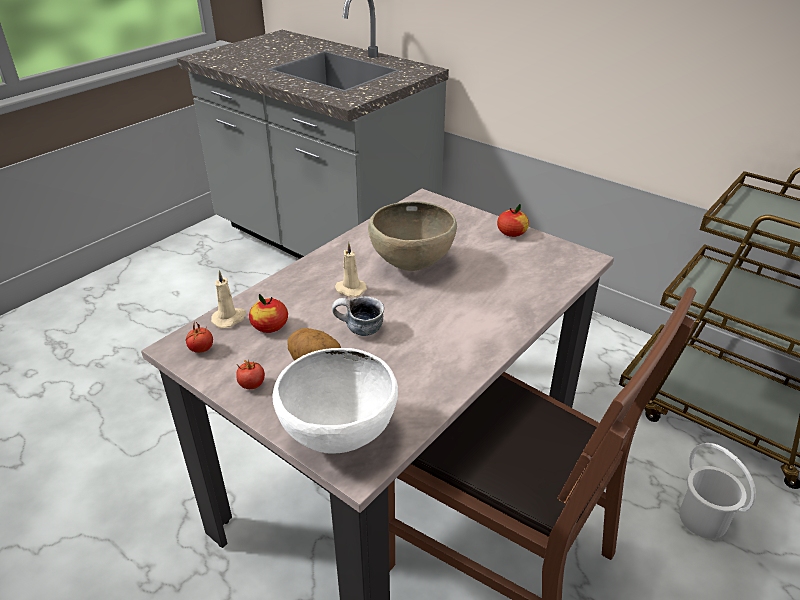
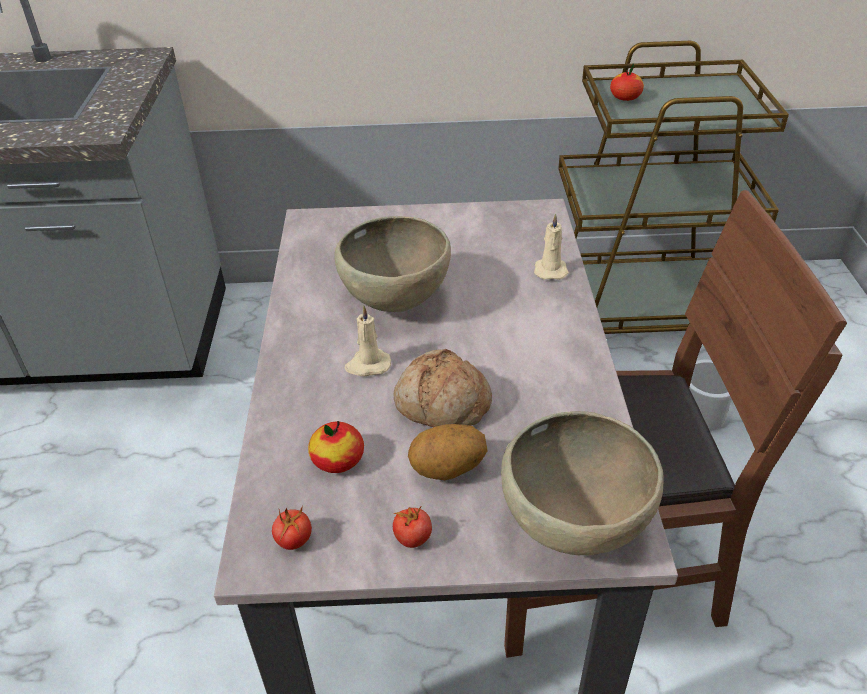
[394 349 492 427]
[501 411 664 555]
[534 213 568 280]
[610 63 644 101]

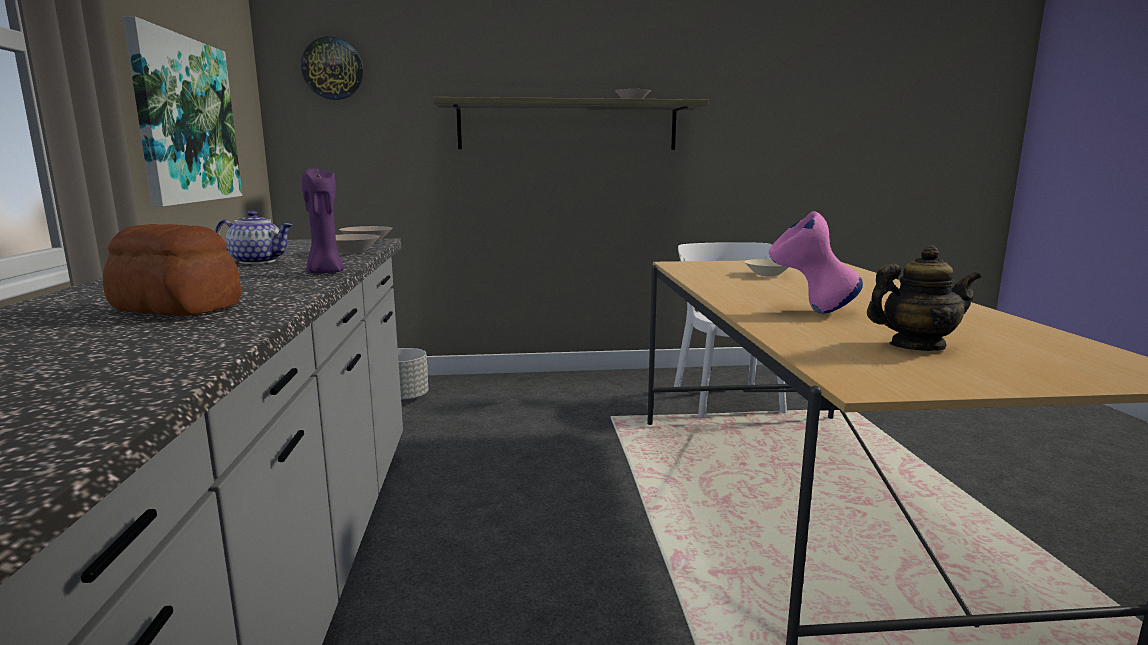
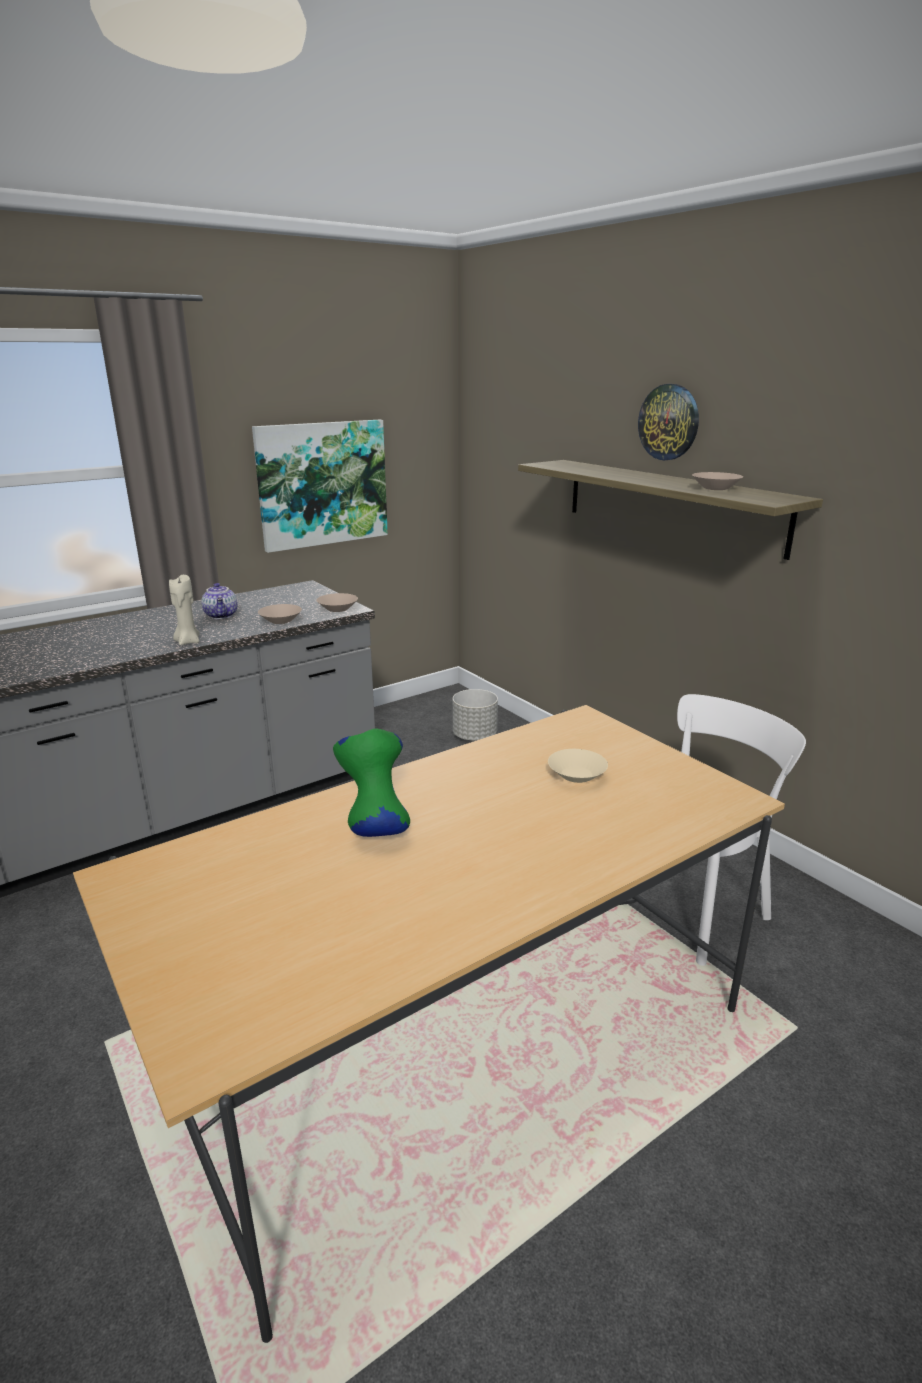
[169 575 199 645]
[333 728 410 837]
[638 384 699 460]
[103 224 241 316] (first image)
[867 245 981 351] (first image)

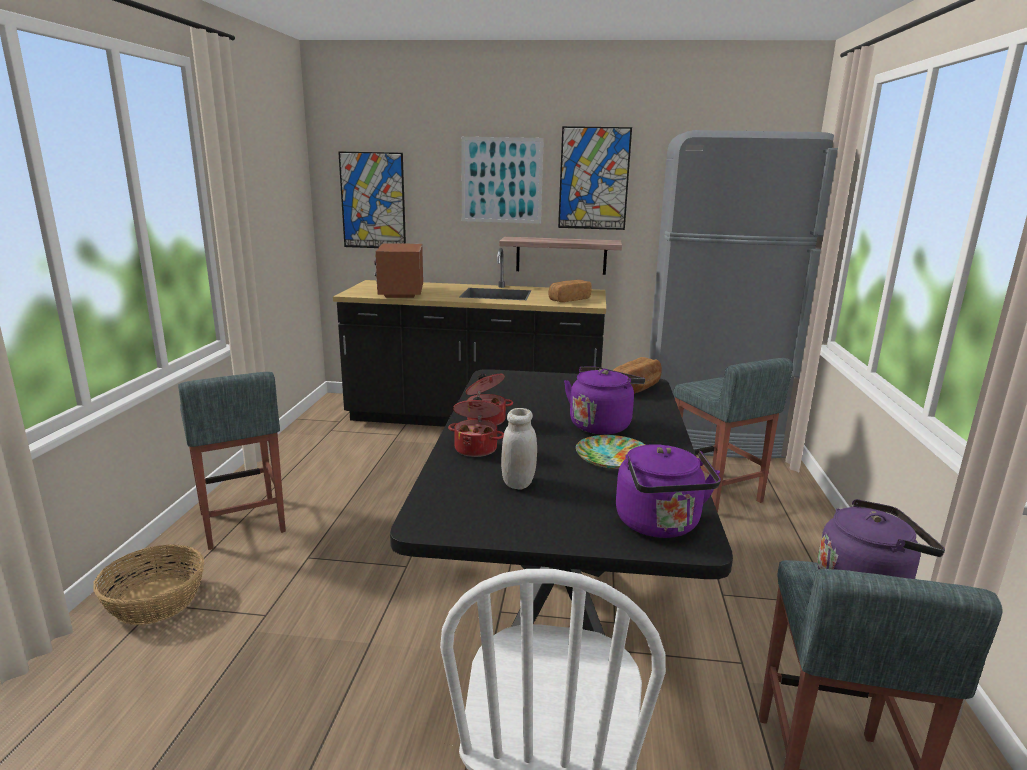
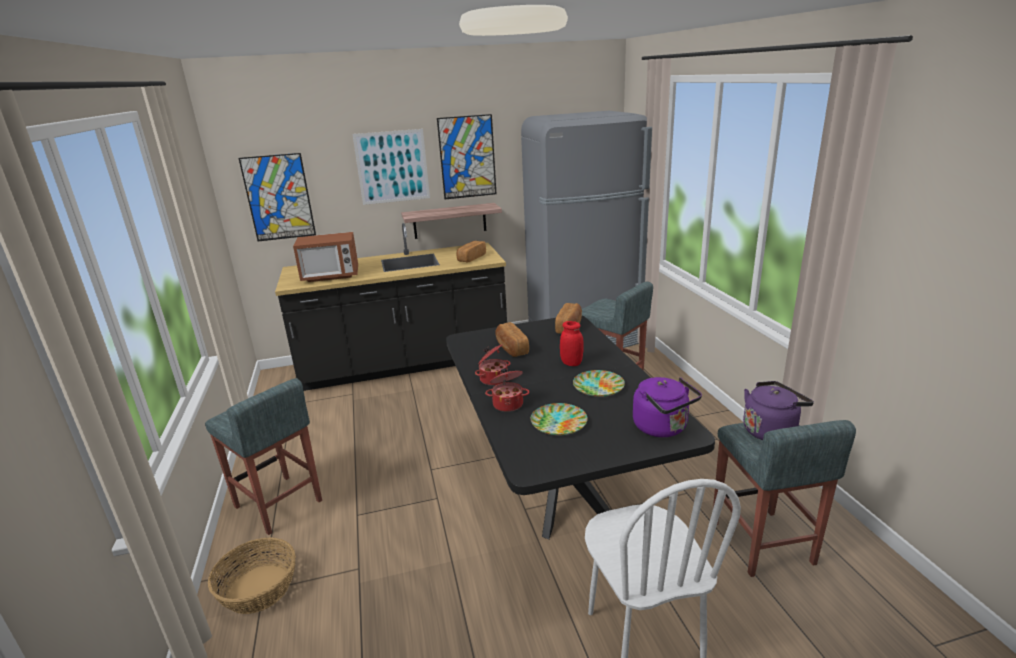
[293 232 358 282]
[495 322 529 357]
[531 403 588 436]
[560 321 583 366]

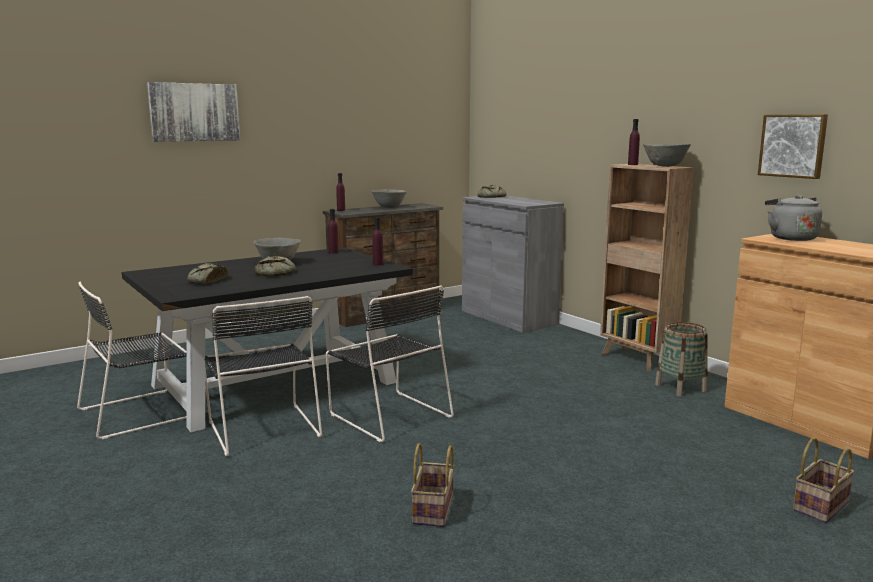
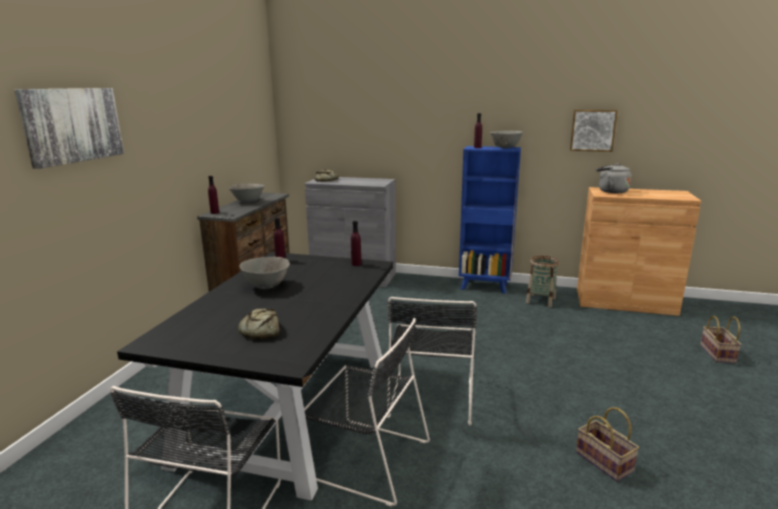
[387 297 477 425]
[459 146 521 294]
[254 256 296 276] (first image)

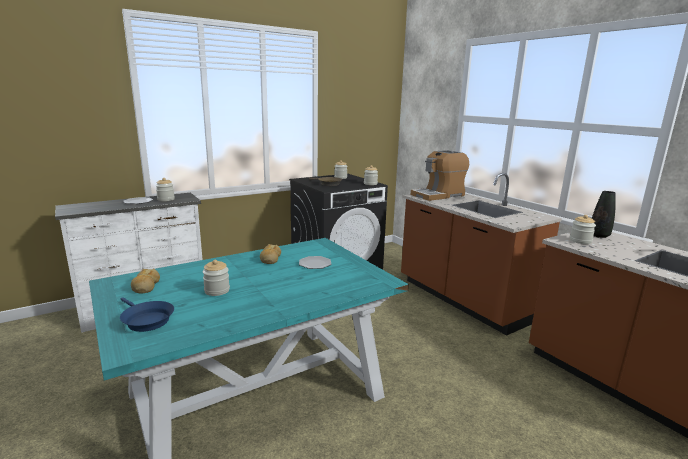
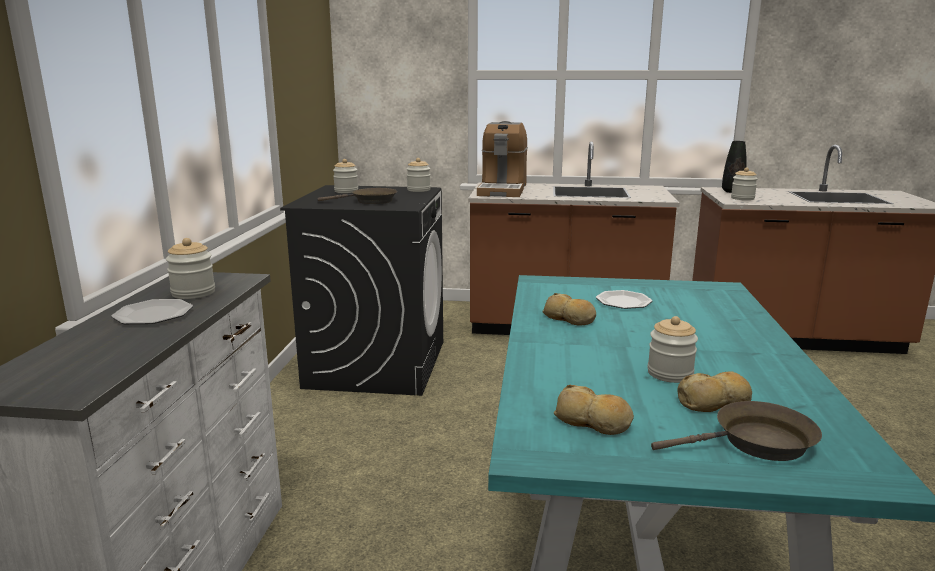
[651 401 822 461]
[677 372 752 412]

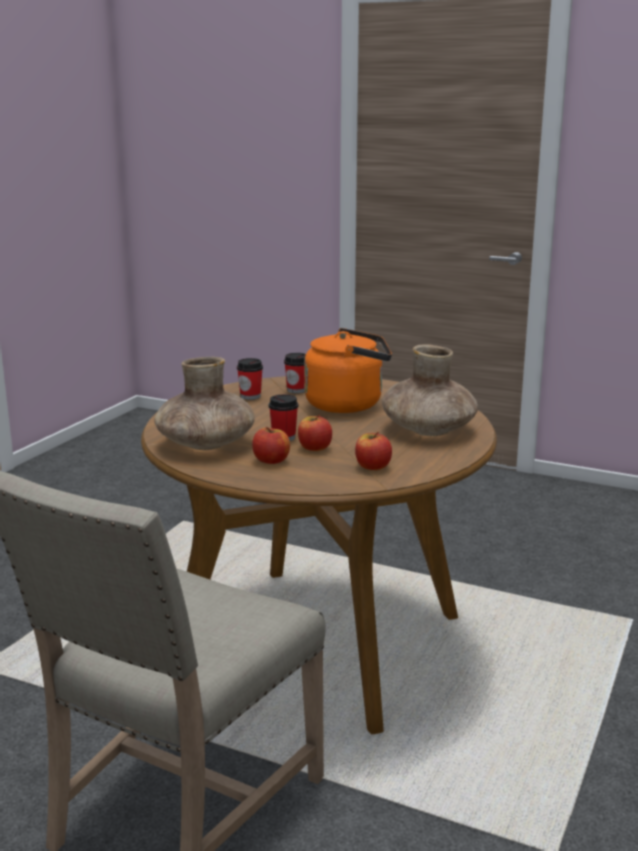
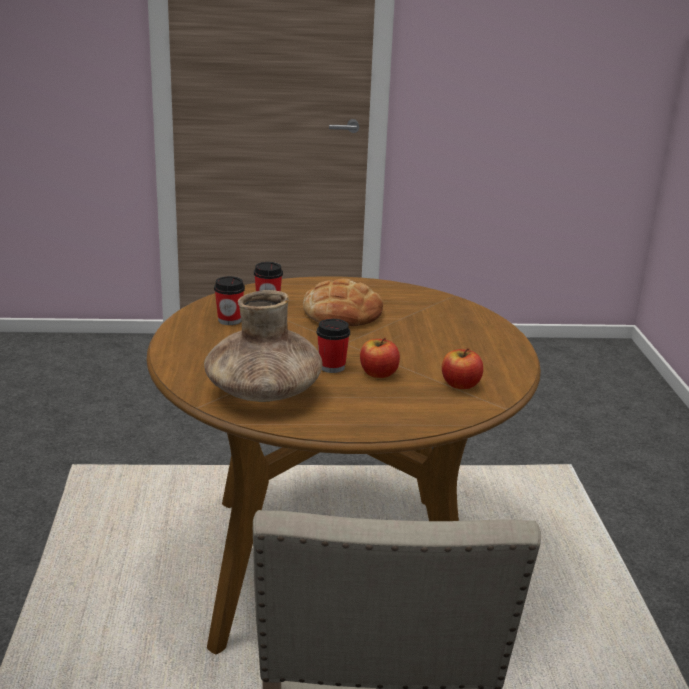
[303 279 383 326]
[252 427 290 464] (first image)
[382 344 478 436] (first image)

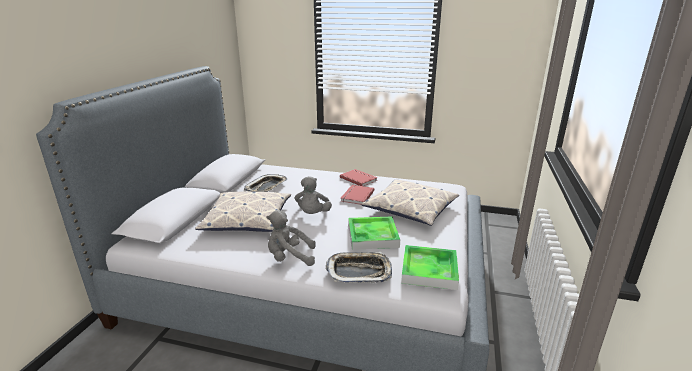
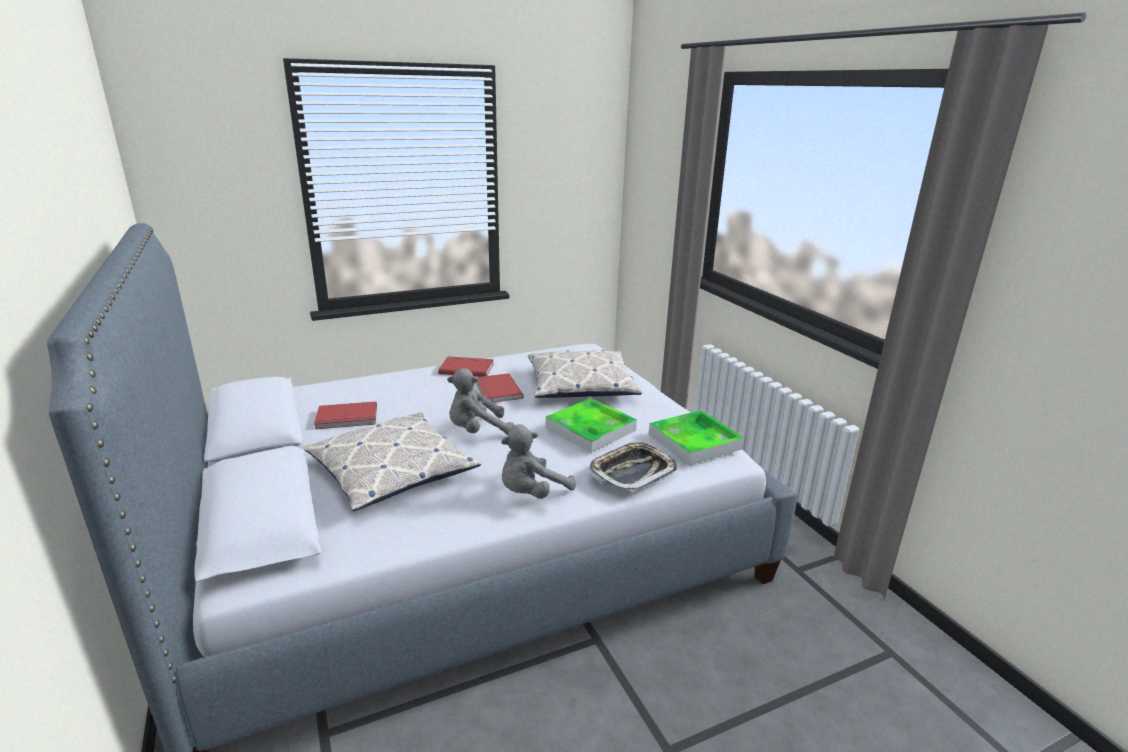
[314 401 377 429]
[447 368 514 435]

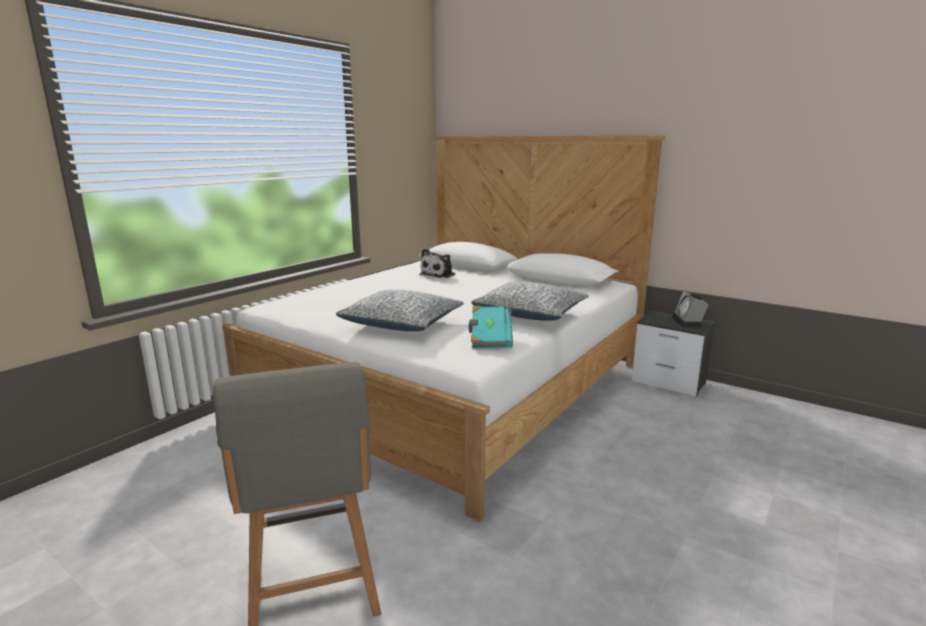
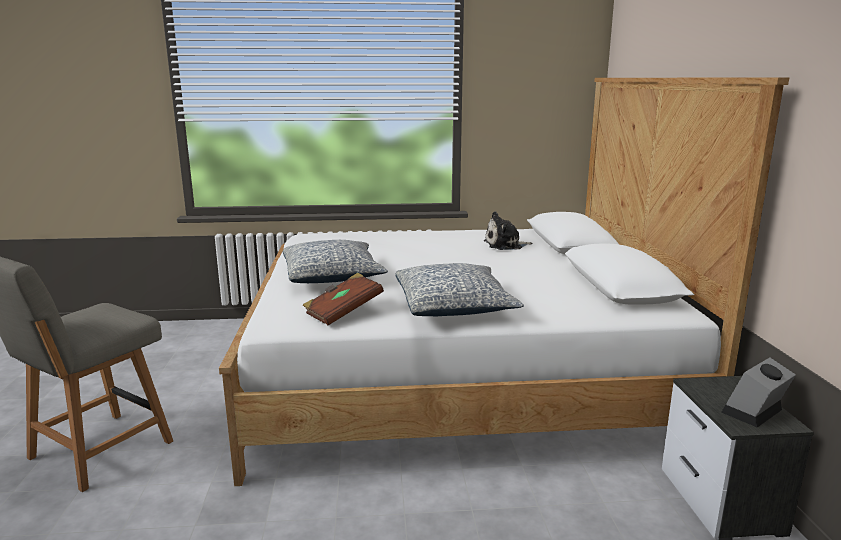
[303 273 384 325]

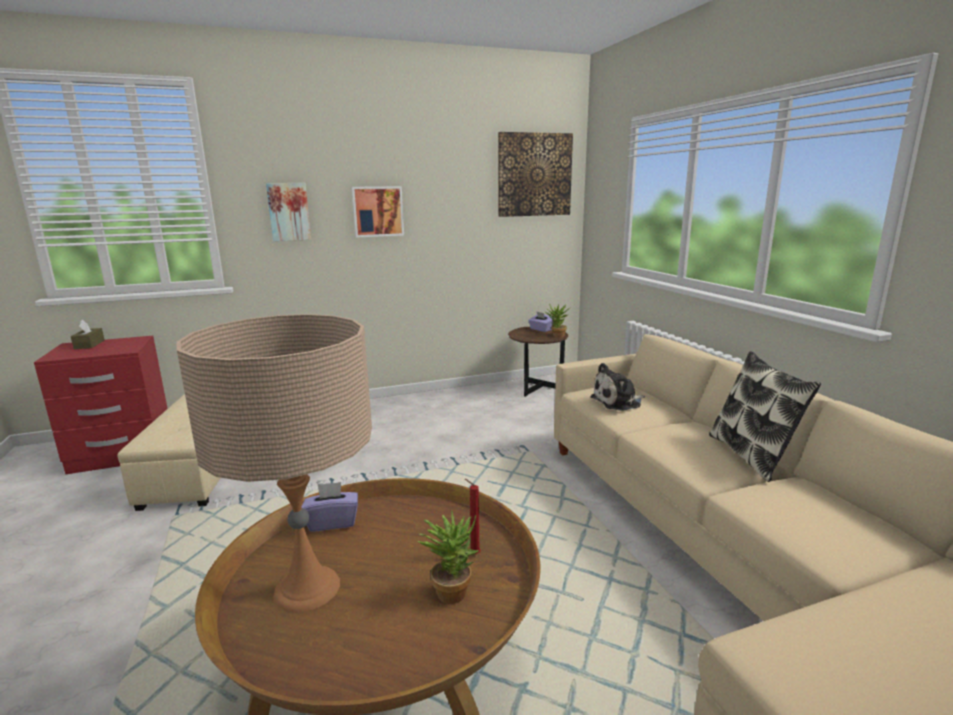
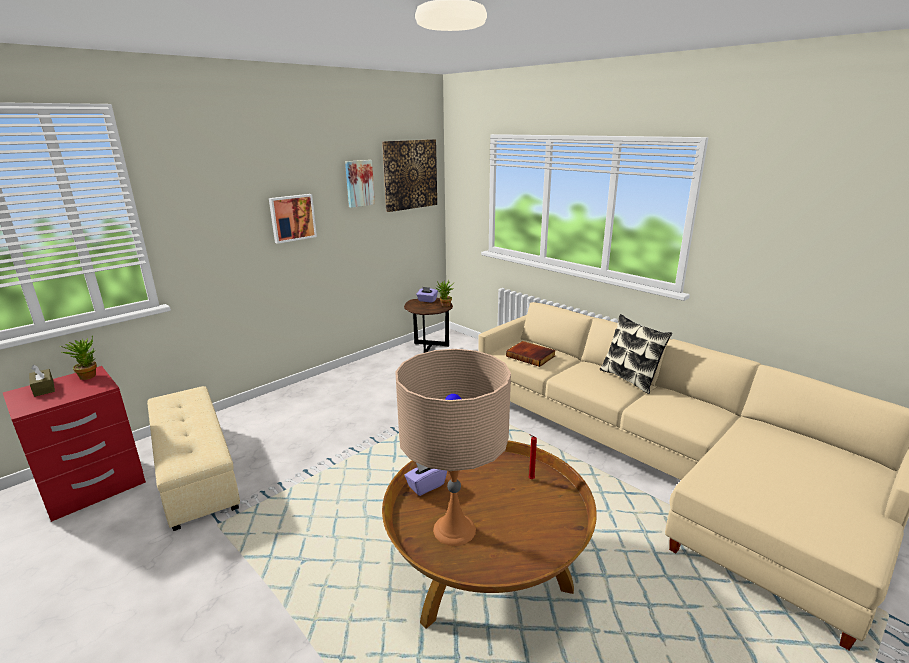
[59 335 97 380]
[345 160 375 208]
[506 341 556 367]

